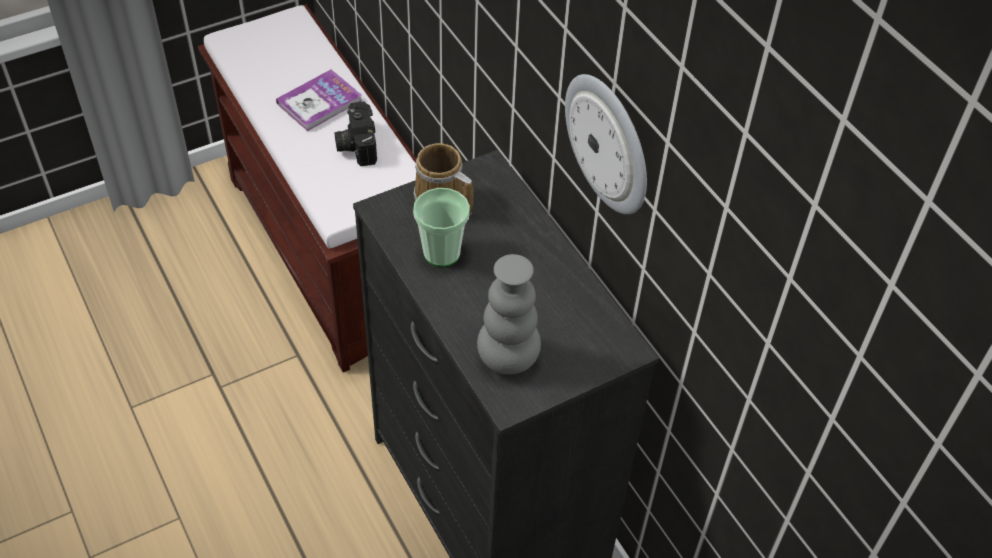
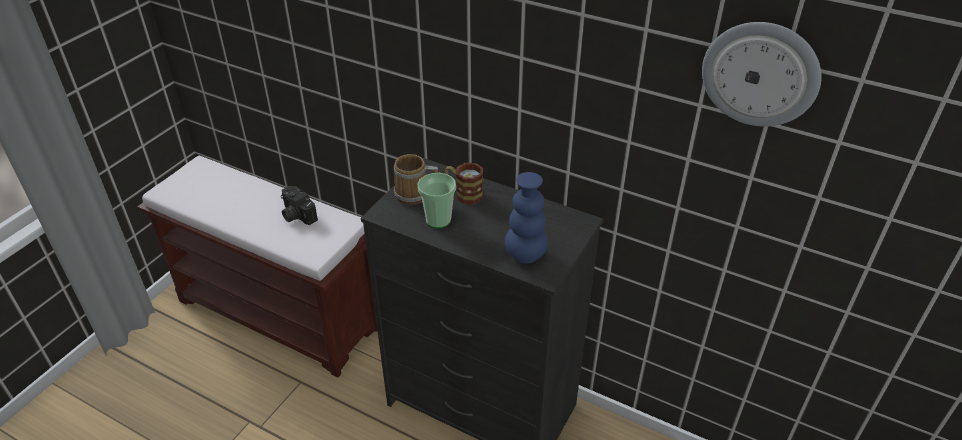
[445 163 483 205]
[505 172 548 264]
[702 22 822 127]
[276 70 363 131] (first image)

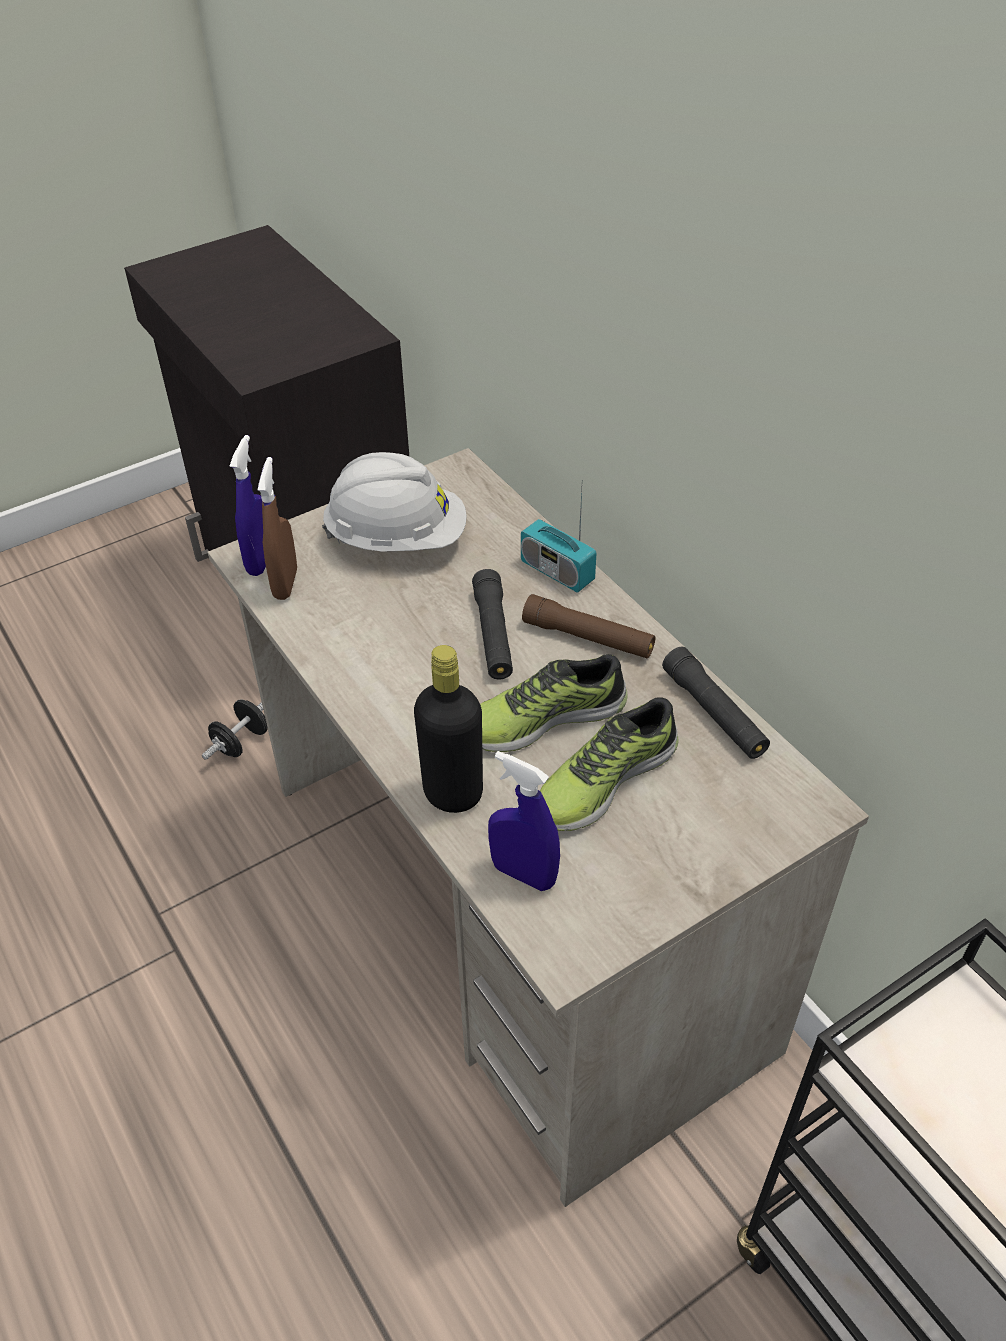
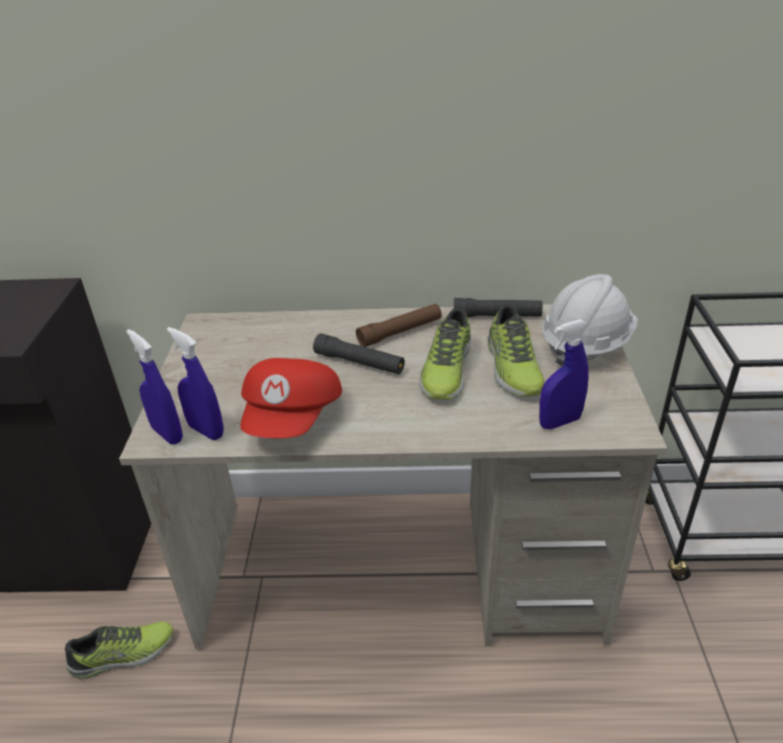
[65 621 173 679]
[167 327 223 440]
[240 358 342 438]
[542 274 638 367]
[414 645 483 813] (first image)
[521 490 596 592] (first image)

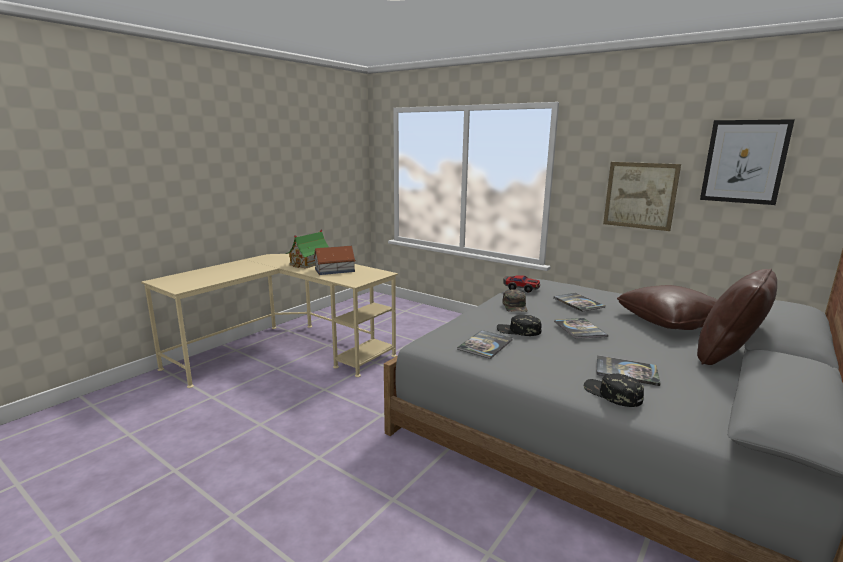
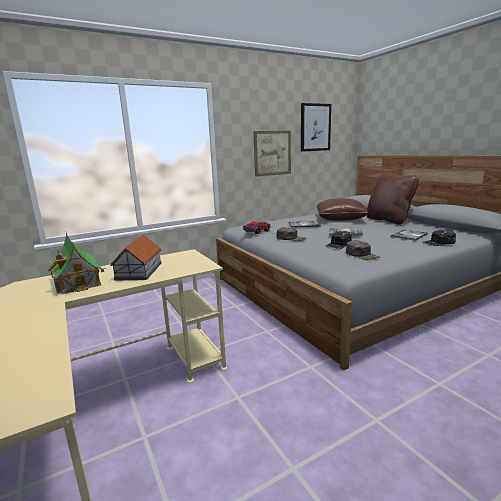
[346 240 380 260]

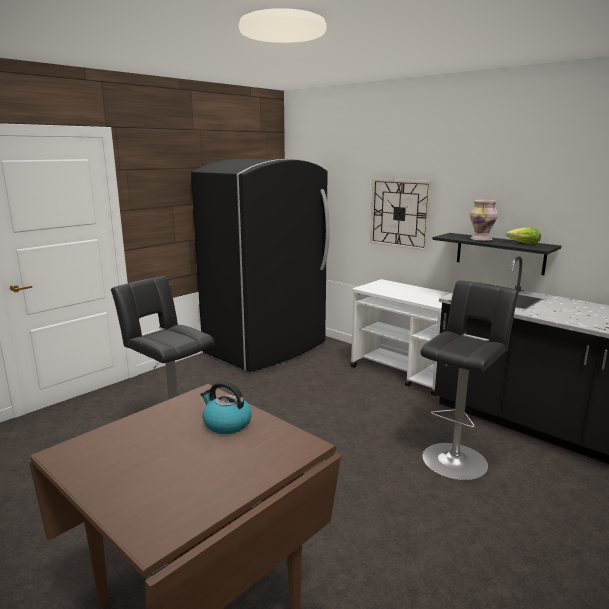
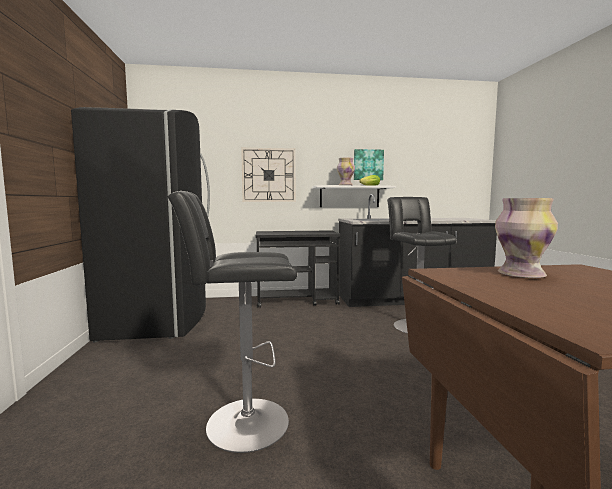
[256 230 341 308]
[312 185 396 207]
[354 149 384 180]
[495 198 558 278]

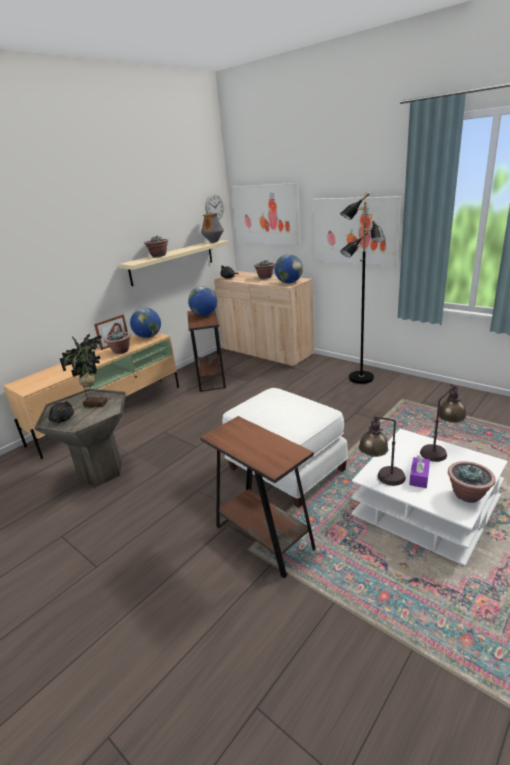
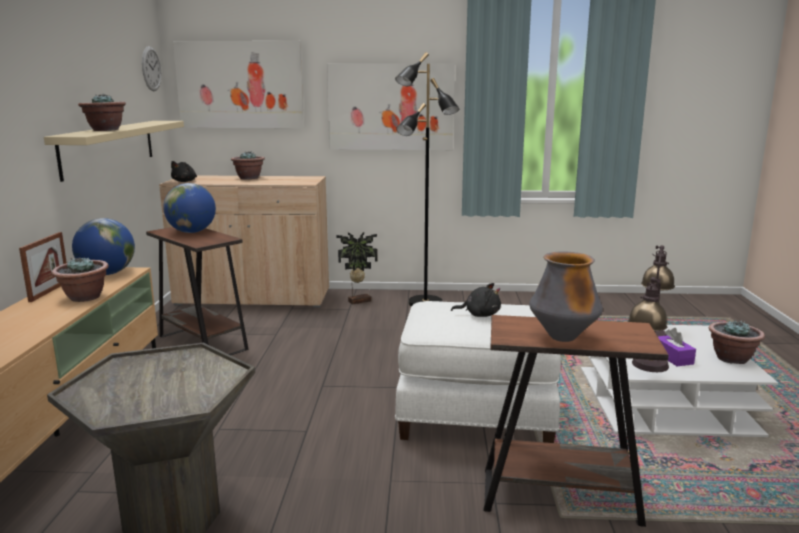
[336 232 378 304]
[451 283 501 317]
[529 251 603 342]
[274 254 303 283] (first image)

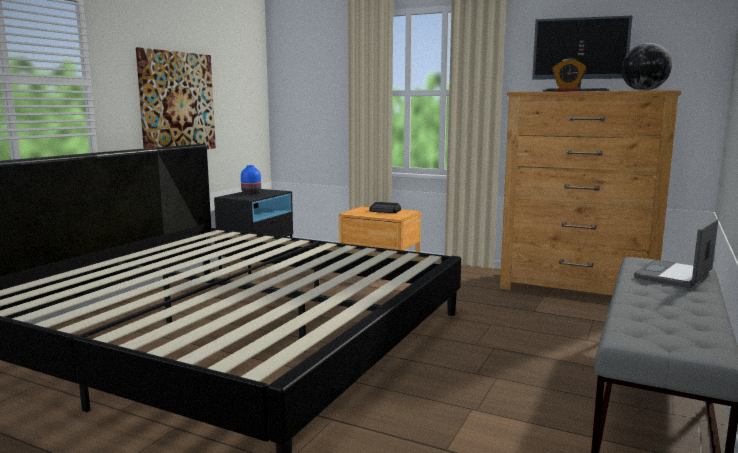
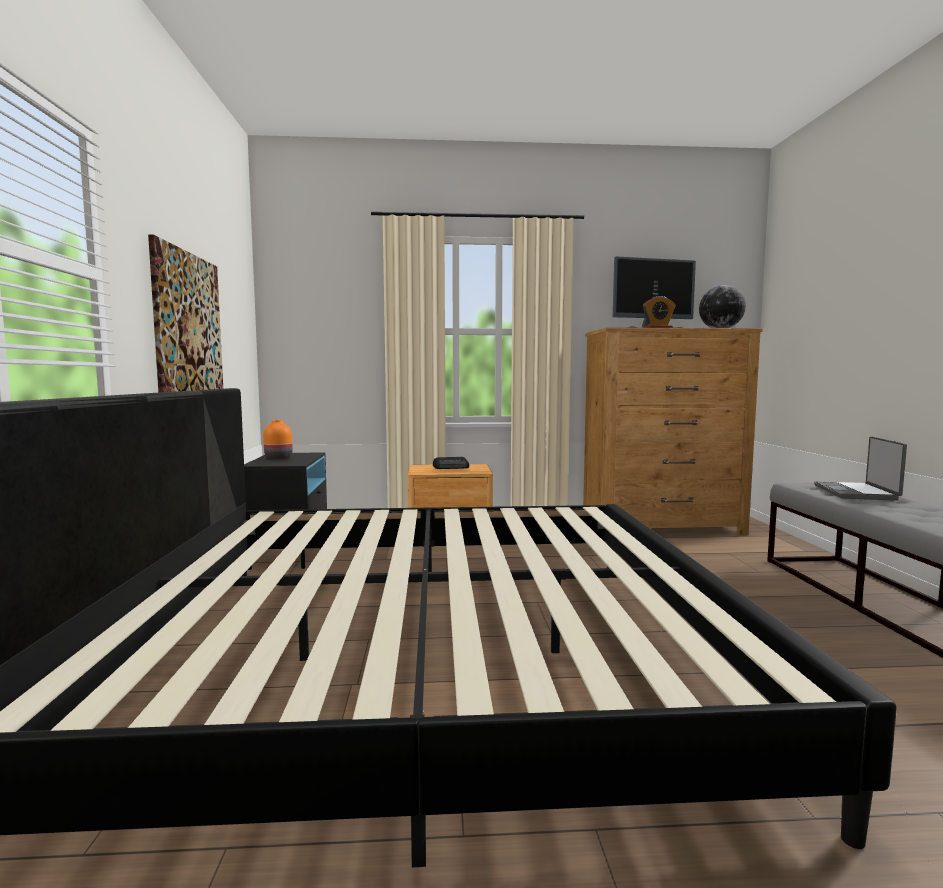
[263 420 292 459]

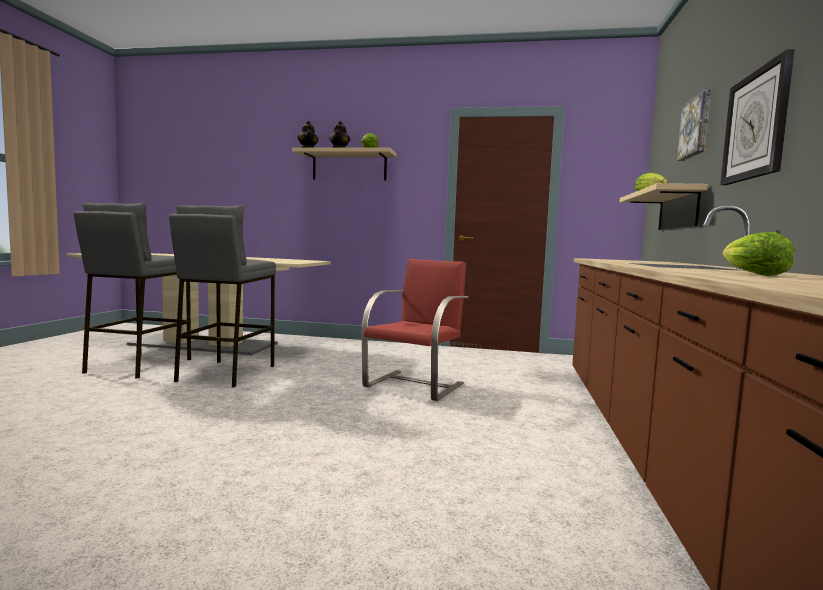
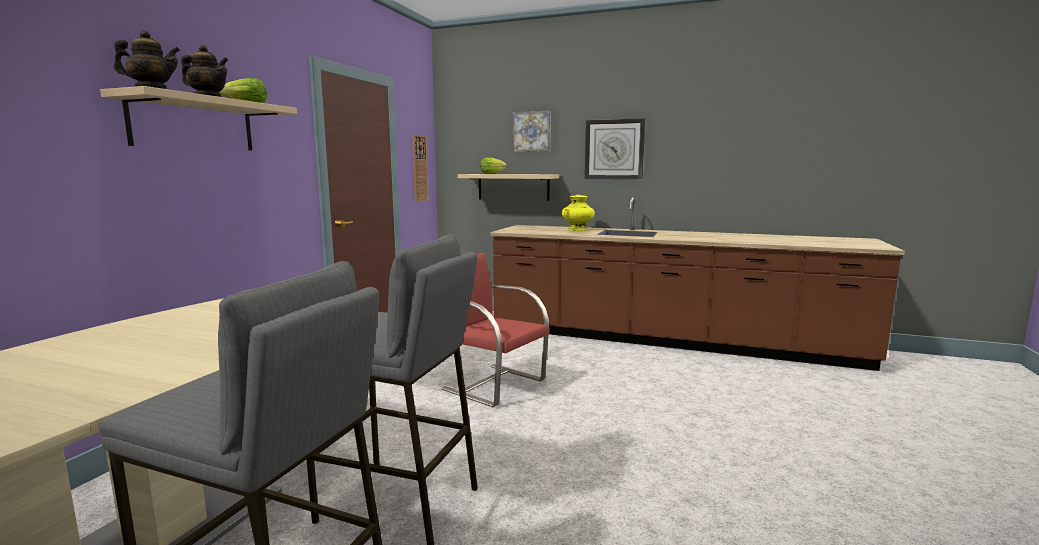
[412 135 429 202]
[562 195 595 231]
[722 232 794 276] (first image)

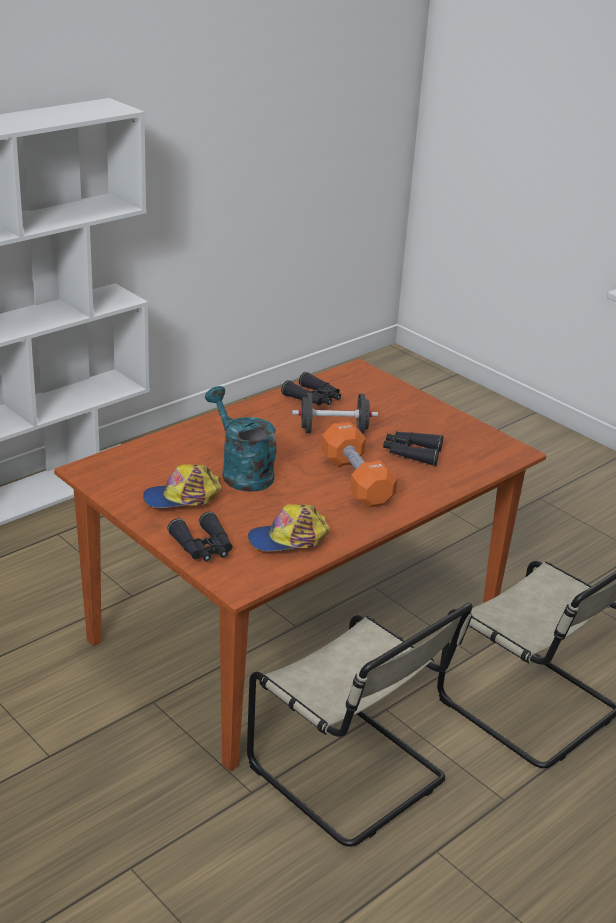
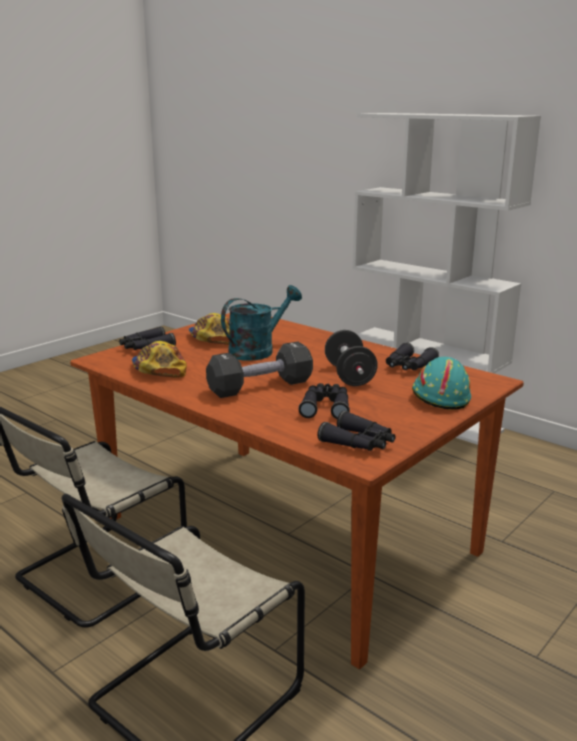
[206 341 313 398]
[317 411 396 451]
[412 357 471 410]

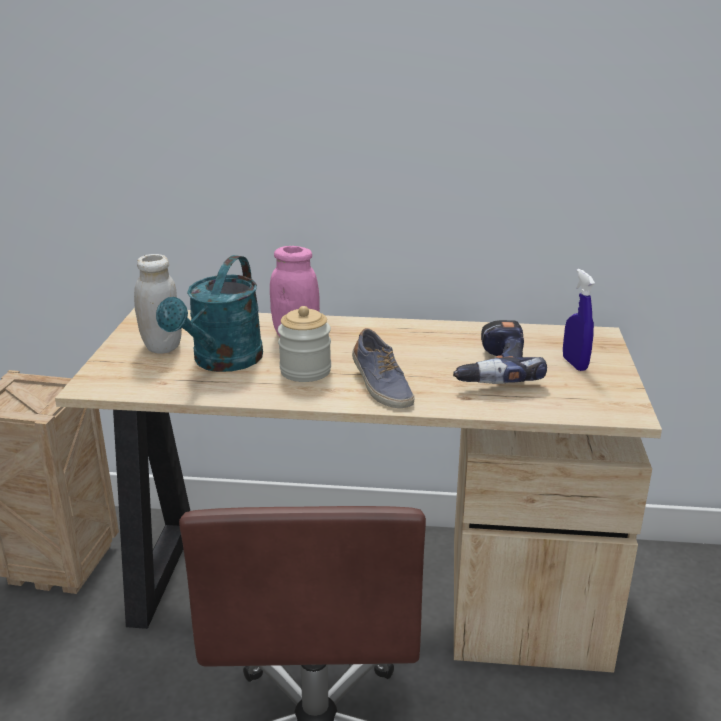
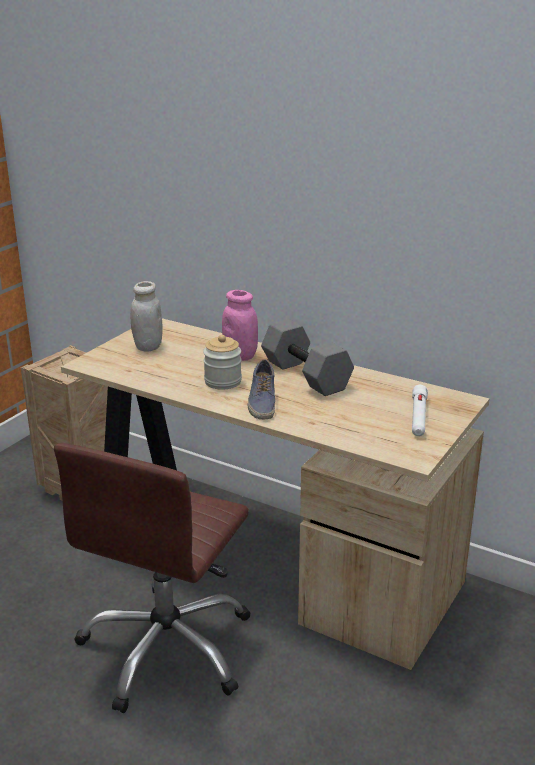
[261 319 354 396]
[412 385 428 436]
[156 255 263 372] (first image)
[453 320 547 384] (first image)

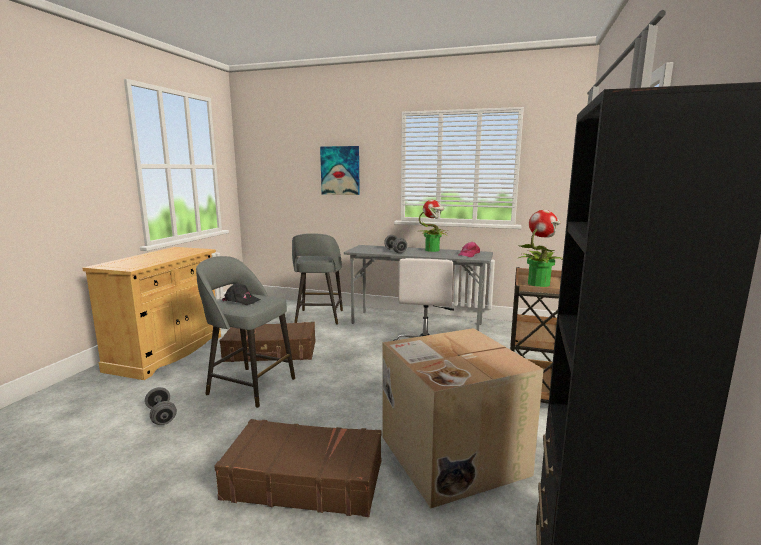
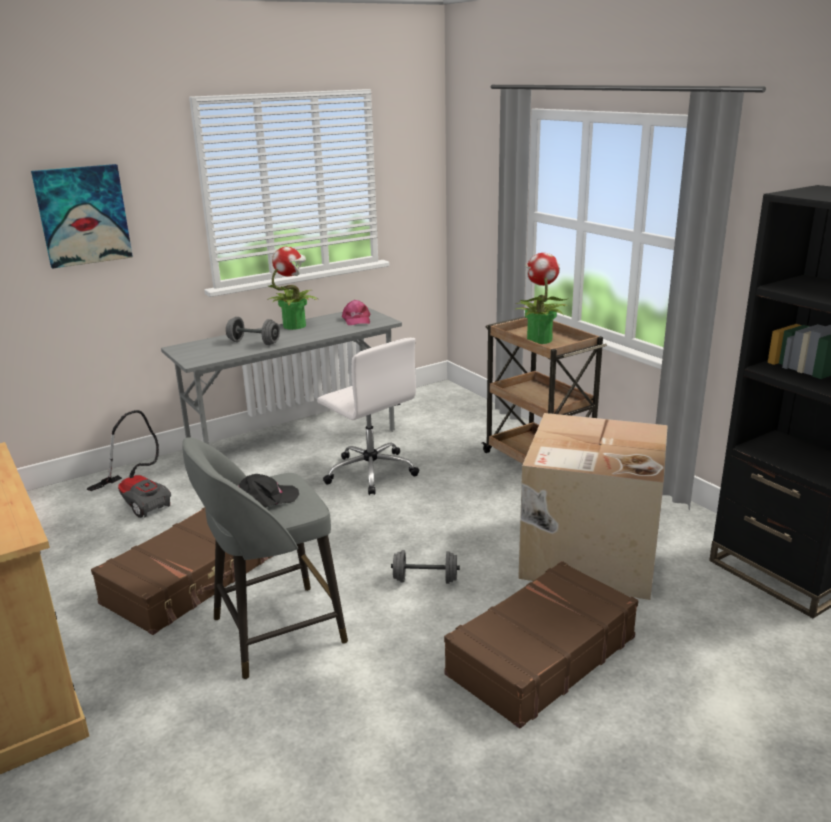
[87 410 171 518]
[391 550 460 584]

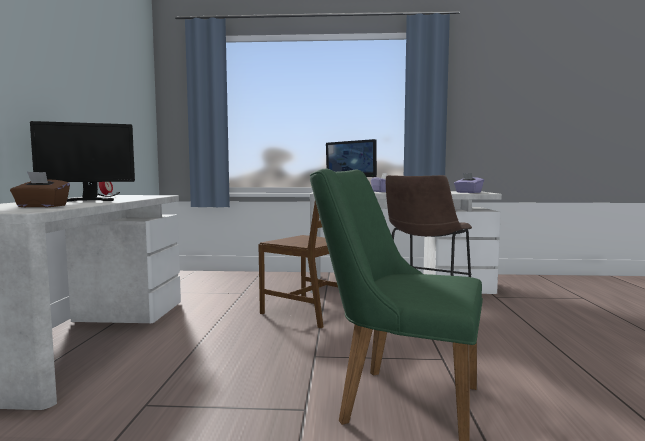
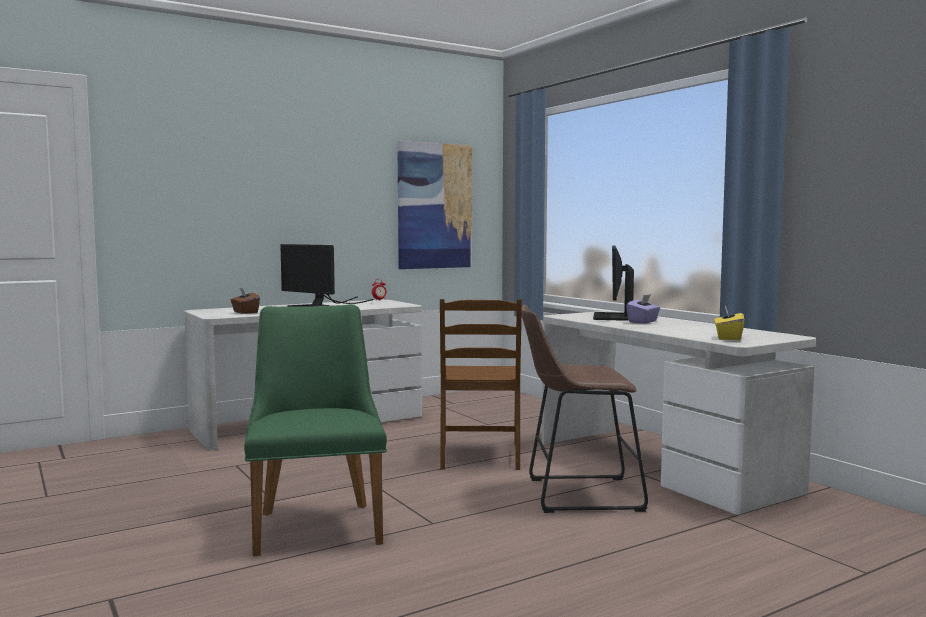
[397 141 472 269]
[714 305 744 340]

